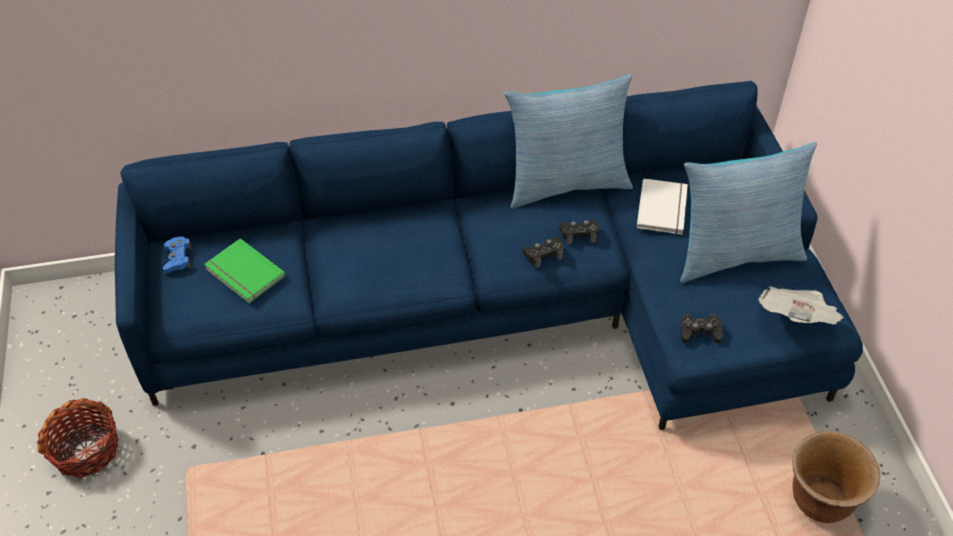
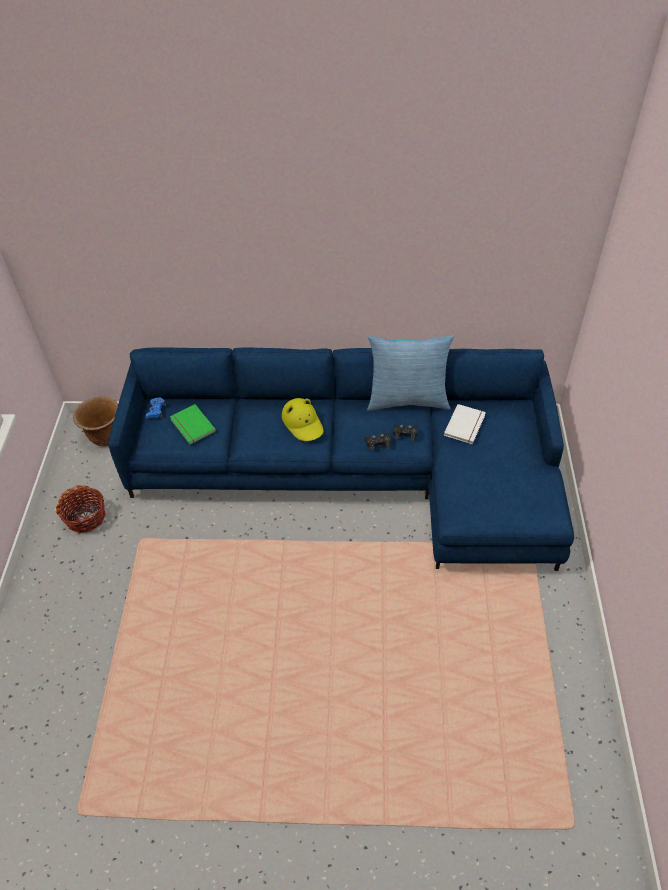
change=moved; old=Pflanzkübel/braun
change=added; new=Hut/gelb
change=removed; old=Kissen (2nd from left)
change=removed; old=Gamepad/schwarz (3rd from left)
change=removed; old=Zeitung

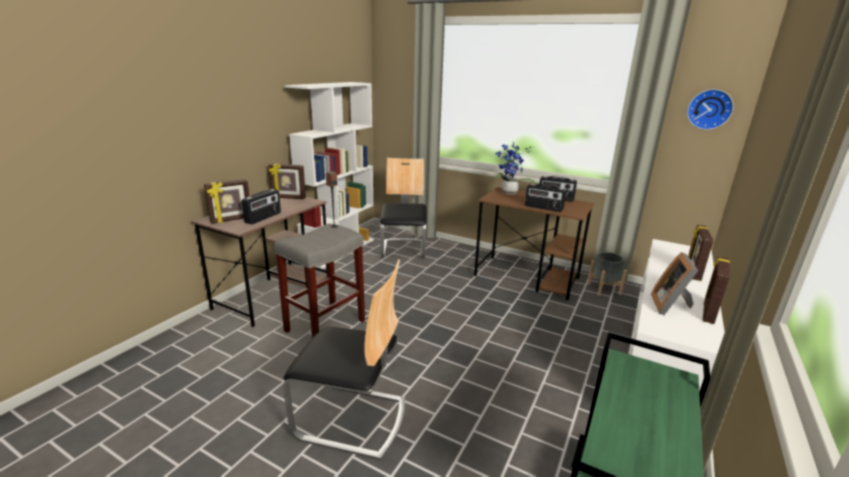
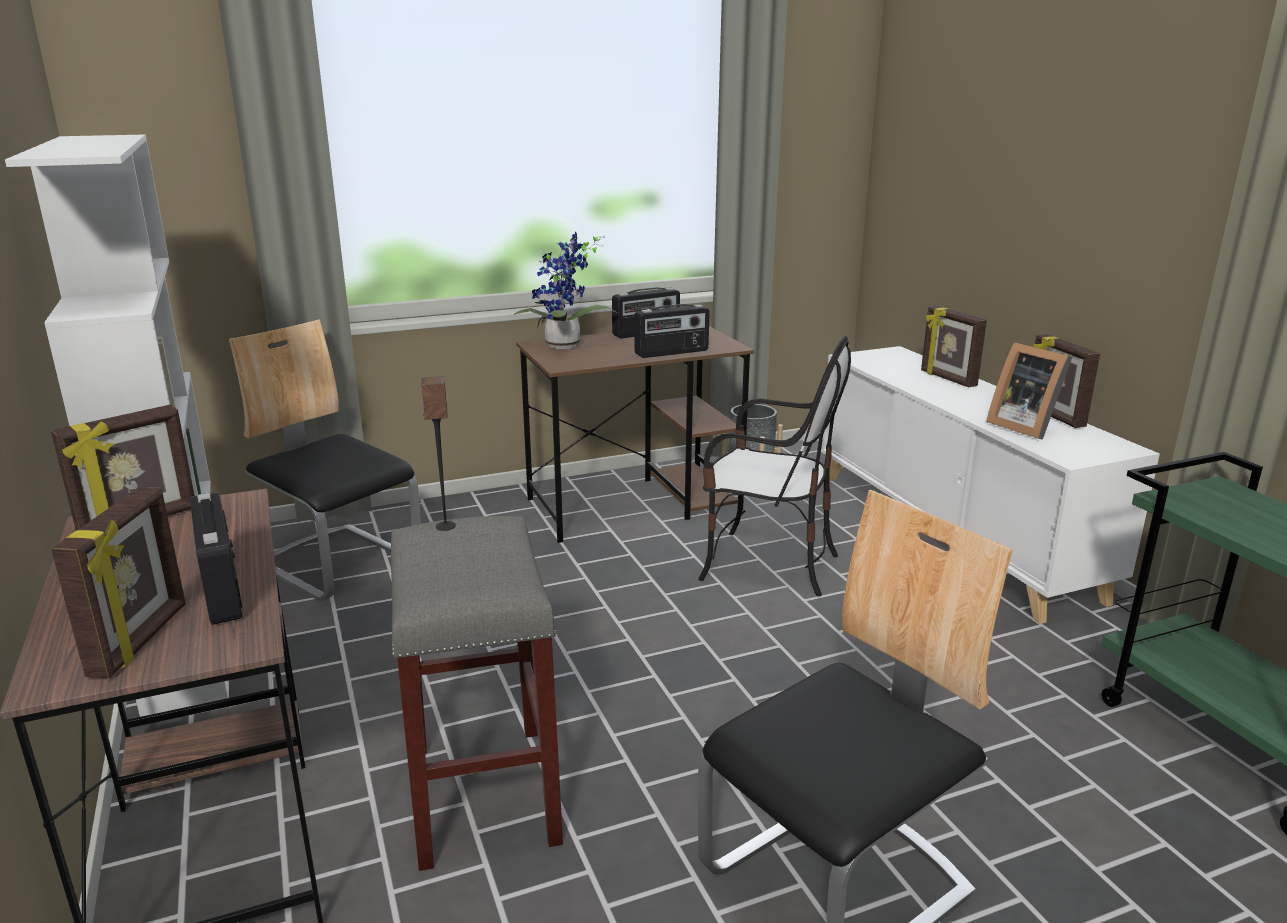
change=added; new=Stuhl (2nd from left)
change=removed; old=Wanduhr

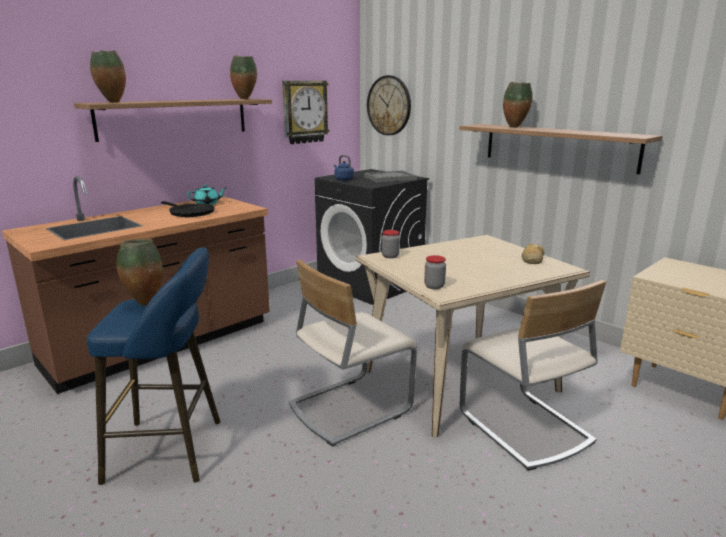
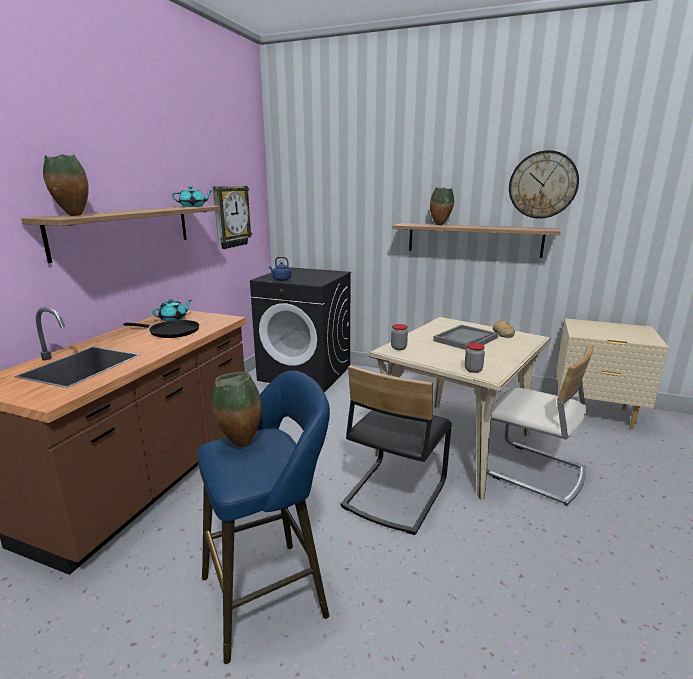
change=replaced; old=Vase (3rd from left); new=Teekanne/türkis (2nd from left)
change=recoloured; old=Stuhl/beige (1st from left); new=Stuhl/schwarz
change=moved; old=Tablett/grau
change=moved; old=Wanduhr (2nd from left)

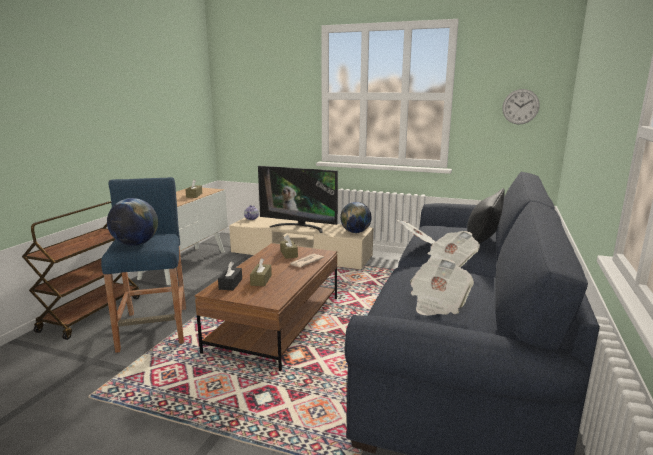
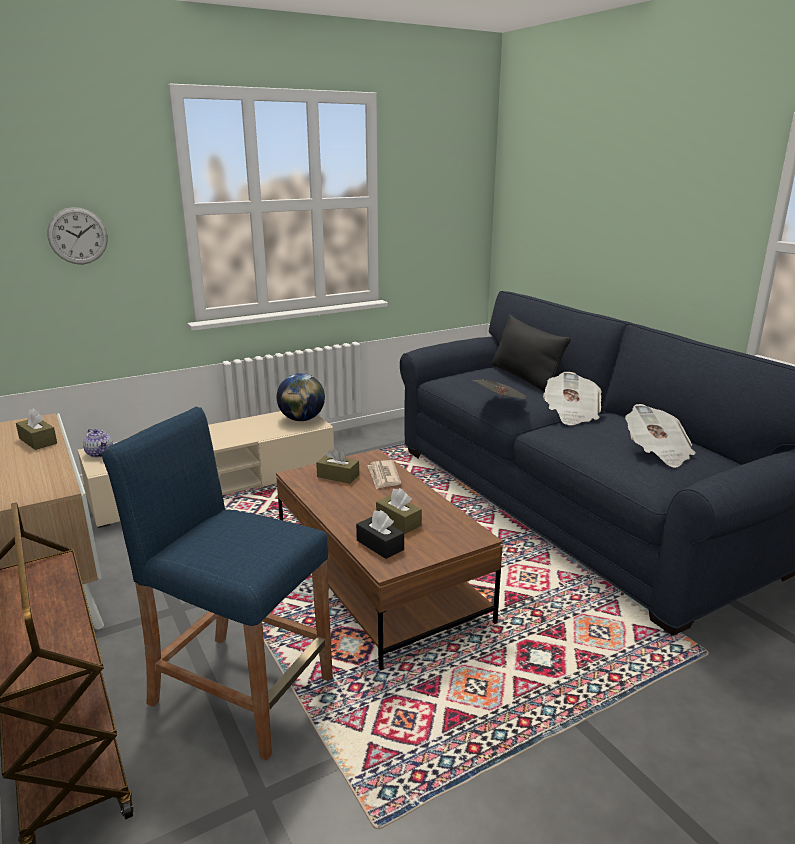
change=moved; old=Wanduhr
change=removed; old=Globus (1st from left)
change=removed; old=Fernseher

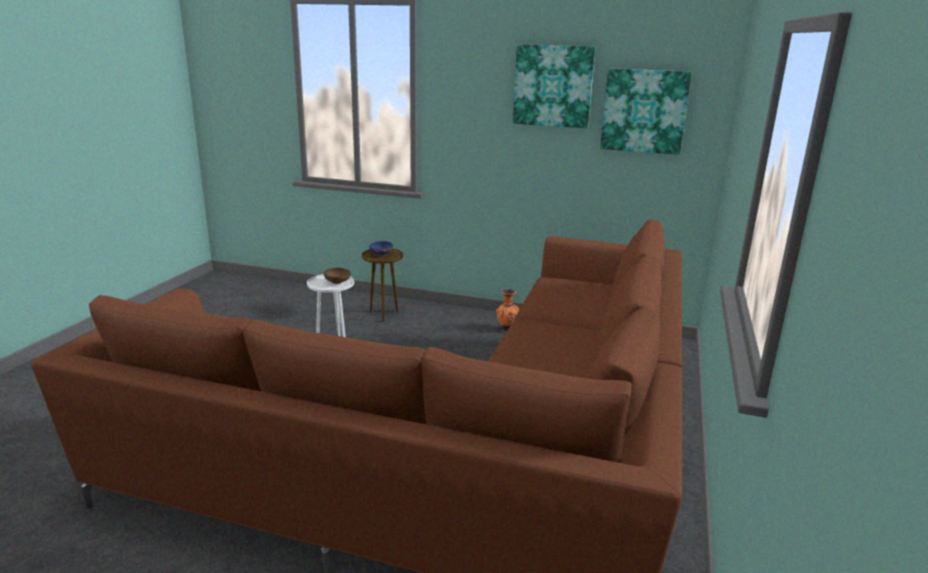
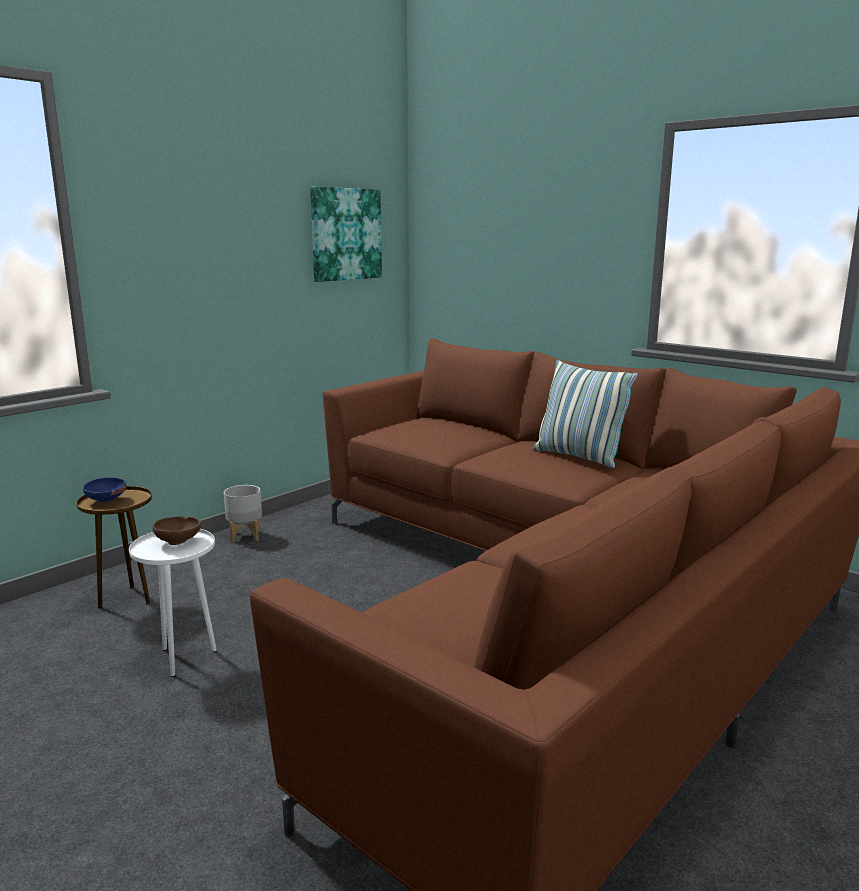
change=added; new=Pflanzkübel/grau
change=added; new=Kissen
change=removed; old=Vase/orange
change=removed; old=Bild (1st from left)

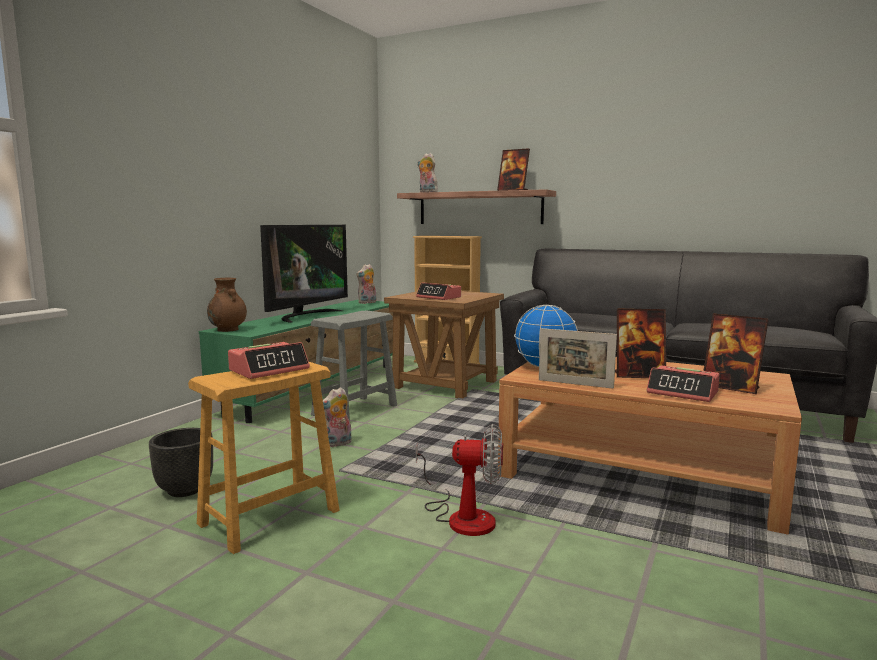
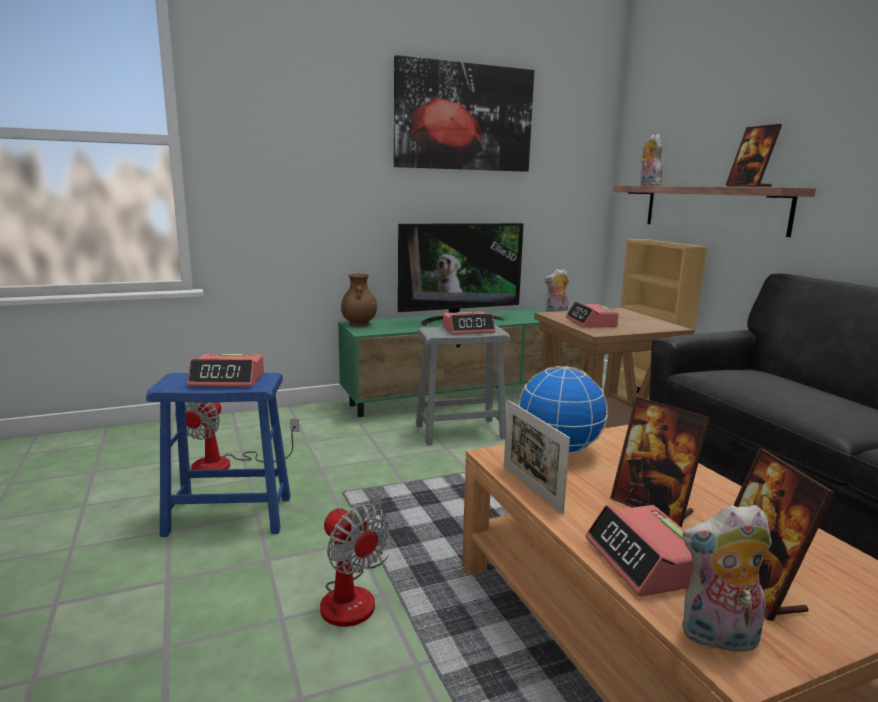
change=recoloured; old=Hocker/braun; new=Hocker/blau
change=replaced; old=Pflanzkübel/schwarz; new=Ventilator (1st from left)
change=added; new=Bild
change=added; new=Wecker (2nd from left)
change=moved; old=Plüschtier (1st from left in the first image); new=Plüschtier (3rd from left)

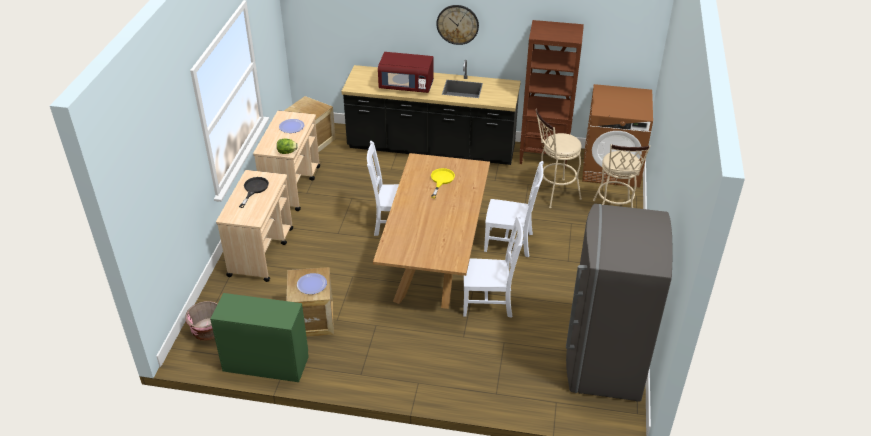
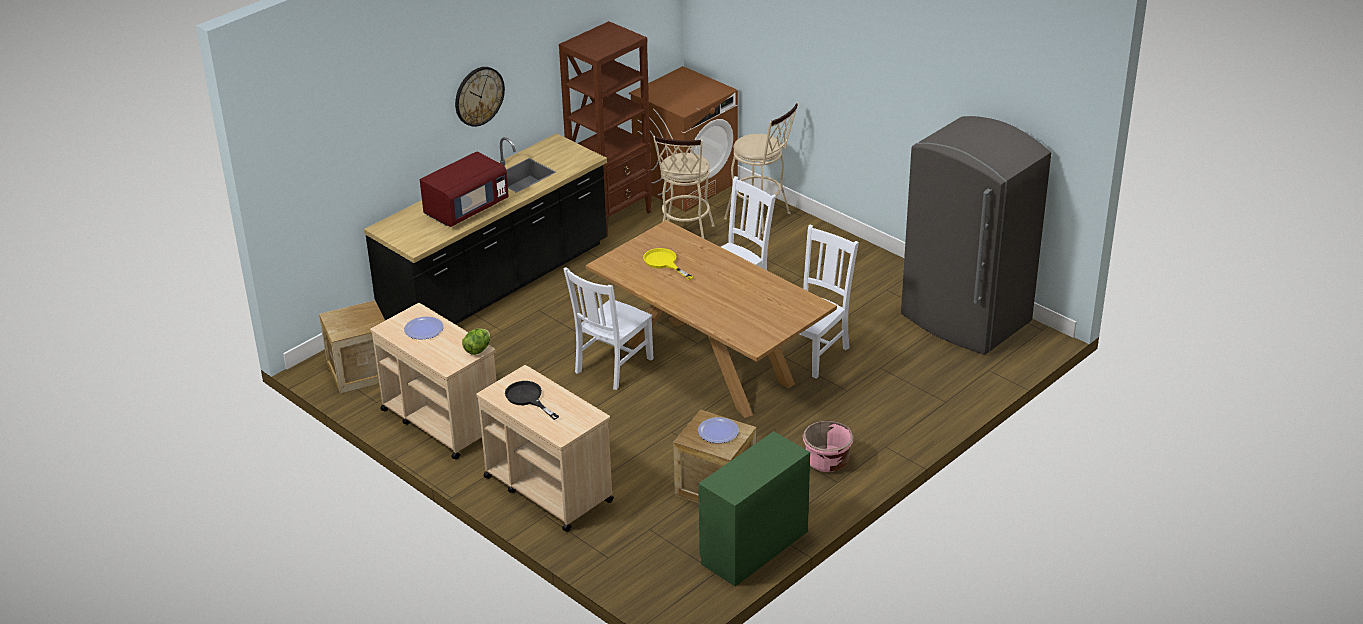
change=moved; old=Pflanzkübel/rosa

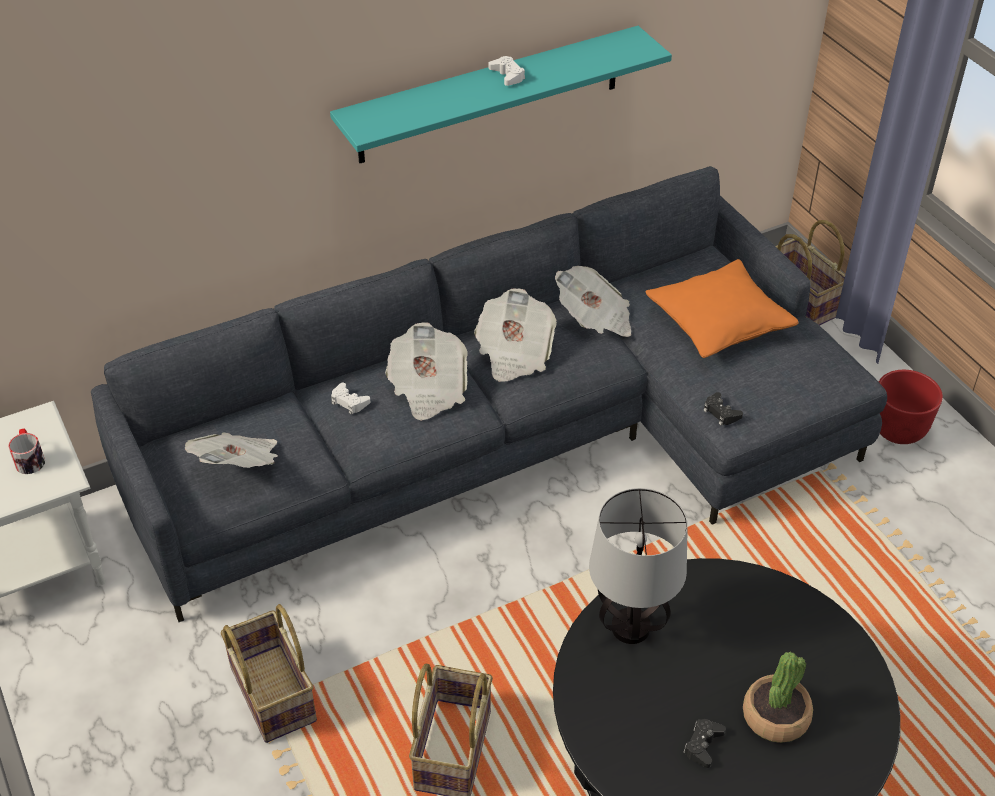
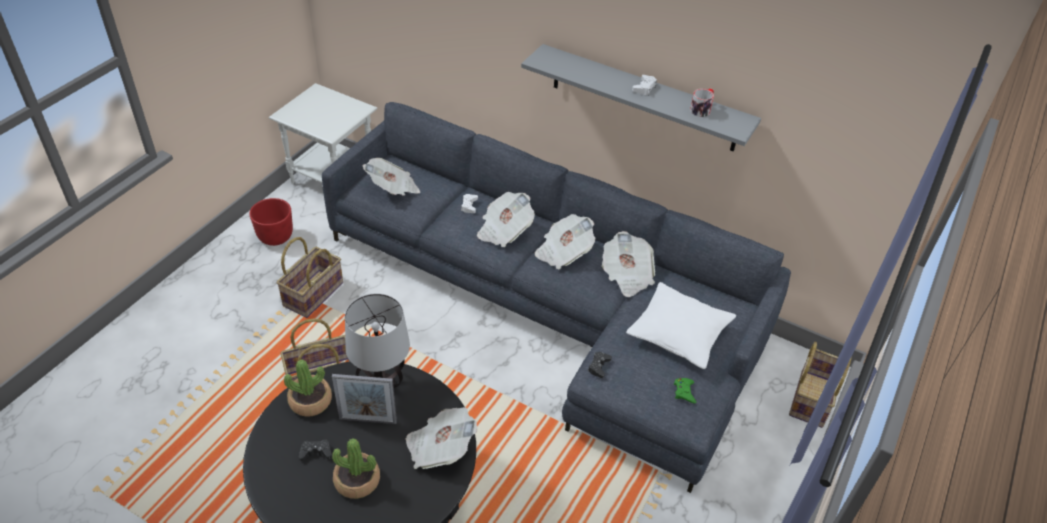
change=moved; old=Pflanzkübel/rot
change=added; new=Topfpflanze (1st from left)
change=added; new=Bilderrahmen
change=added; new=Zeitung (2nd from left)
change=recoloured; old=Wandregal/türkis; new=Wandregal/grau
change=recoloured; old=Kissen/orange; new=Kissen/weiß
change=added; new=Gamepad/grün
change=moved; old=Henkelbecher

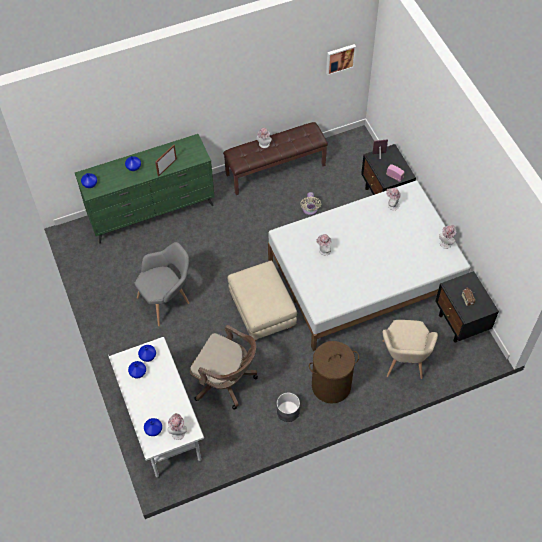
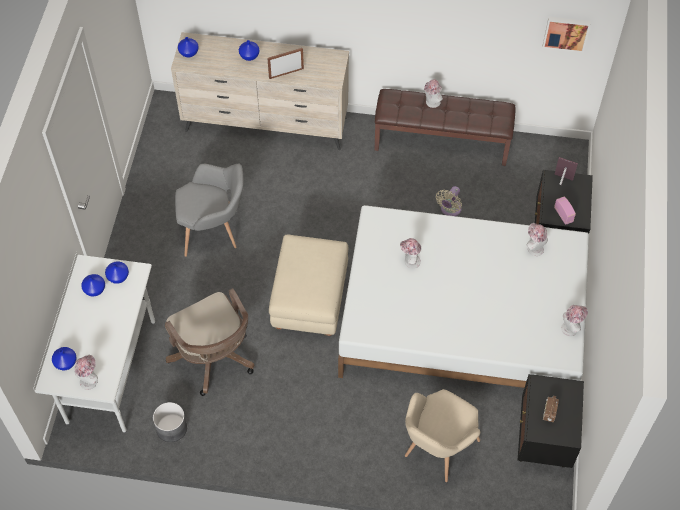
change=moved; old=Pflanzkübel/grau
change=recoloured; old=Kommode/grün; new=Kommode/beige
change=removed; old=Wäschekorb/braun

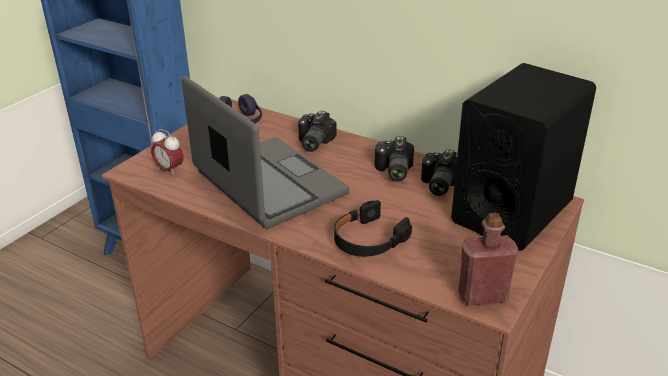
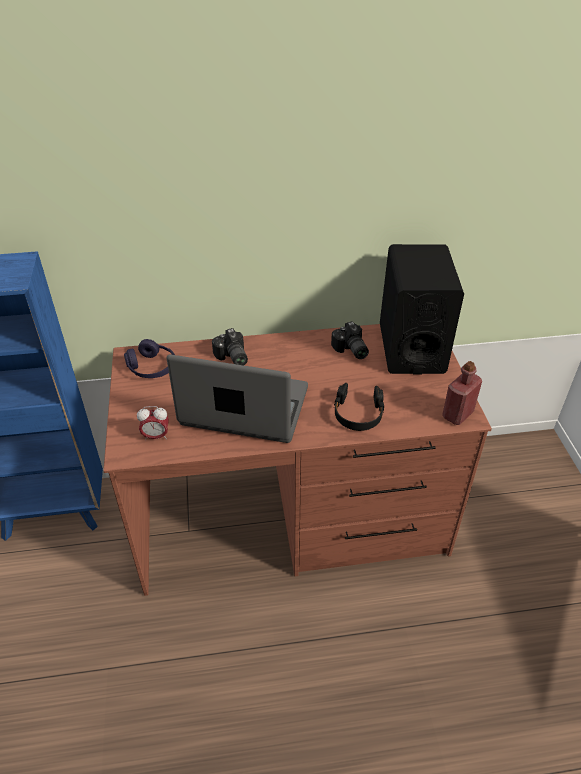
change=removed; old=Kamera (2nd from left)

